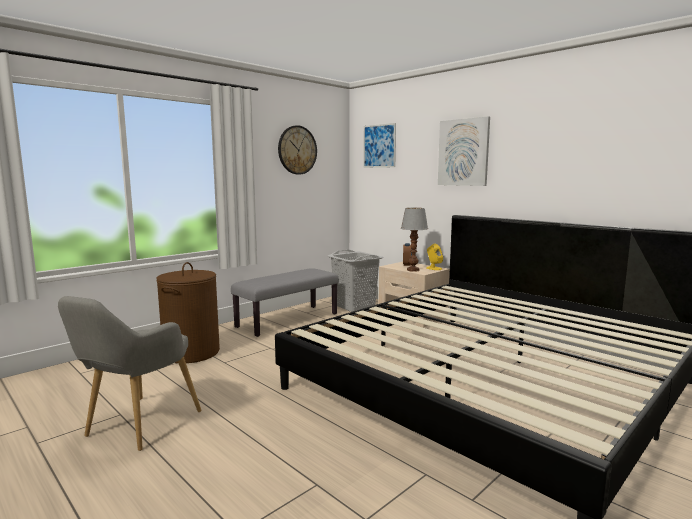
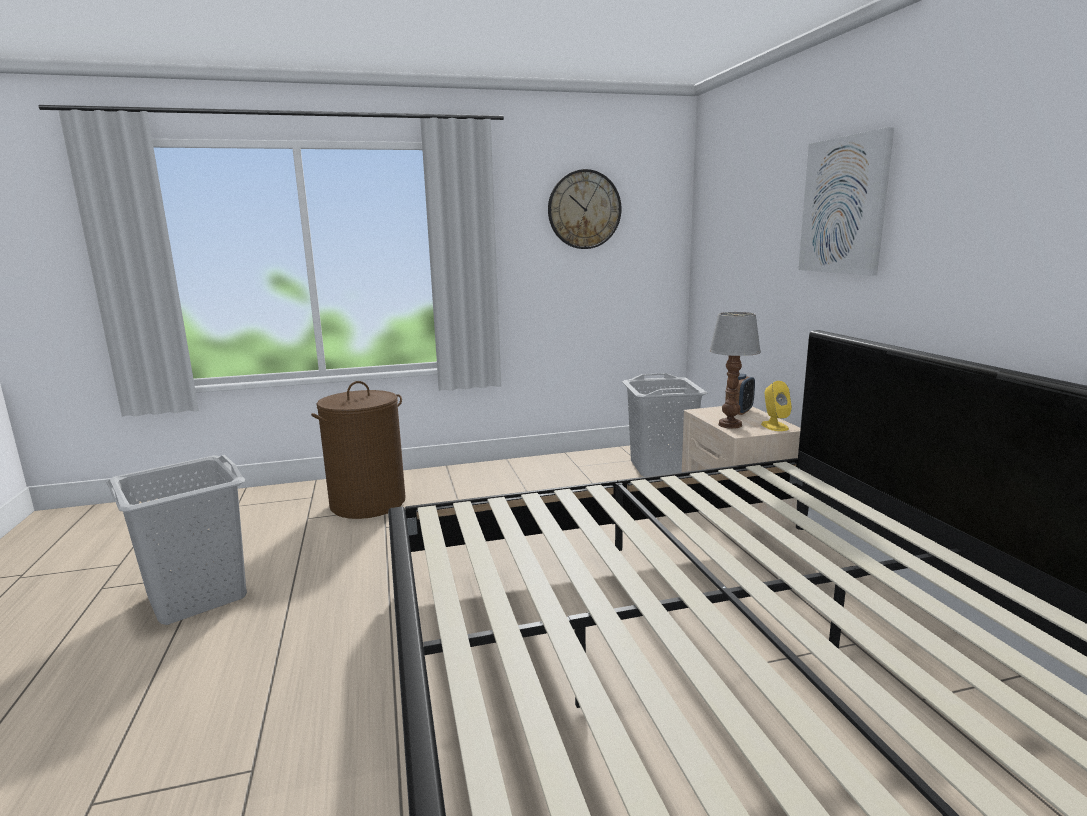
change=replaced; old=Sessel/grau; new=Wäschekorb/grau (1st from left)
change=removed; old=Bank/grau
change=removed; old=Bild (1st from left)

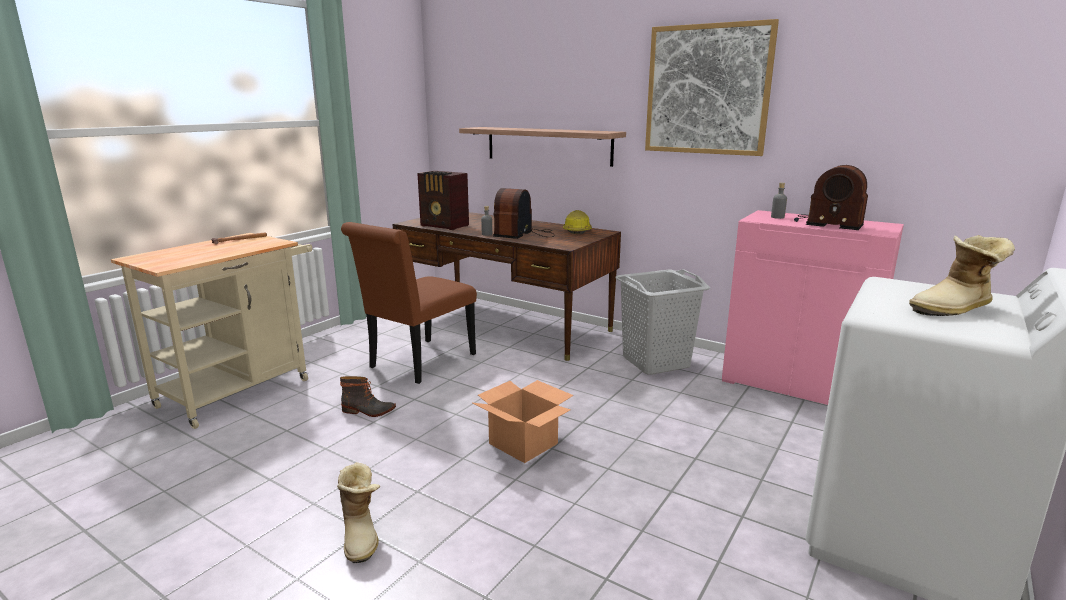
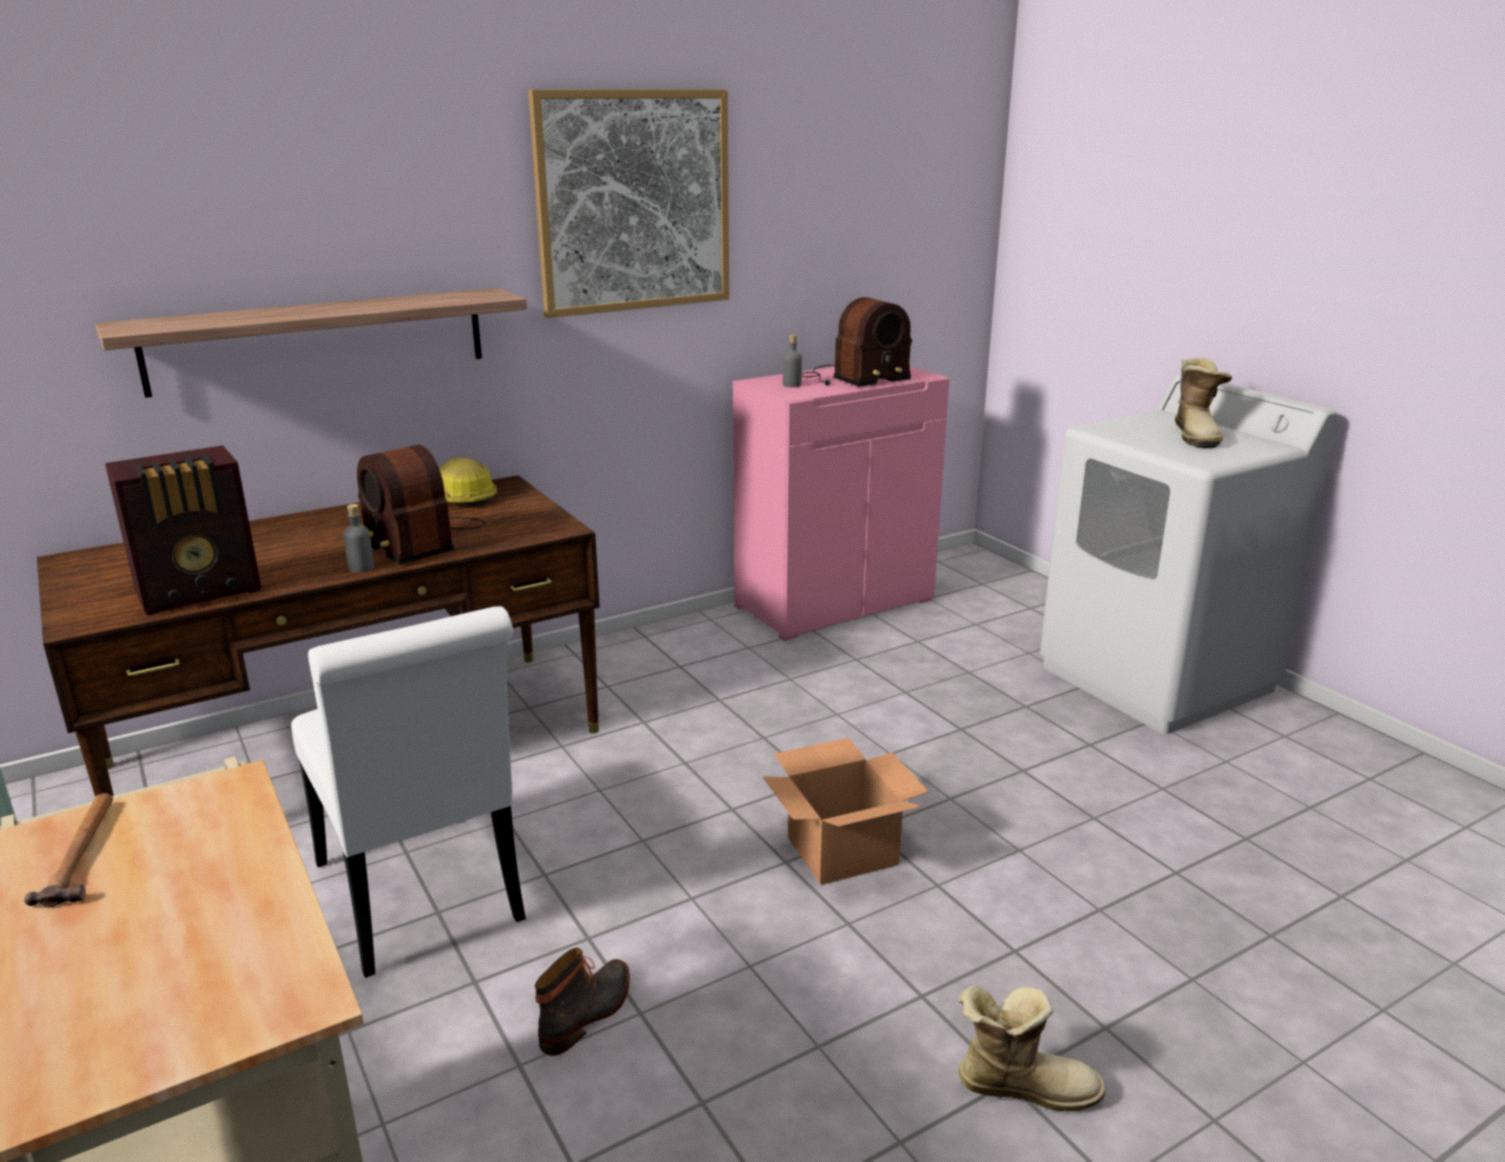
change=recoloured; old=Stuhl/braun; new=Stuhl/weiß
change=removed; old=Wäschekorb/grau

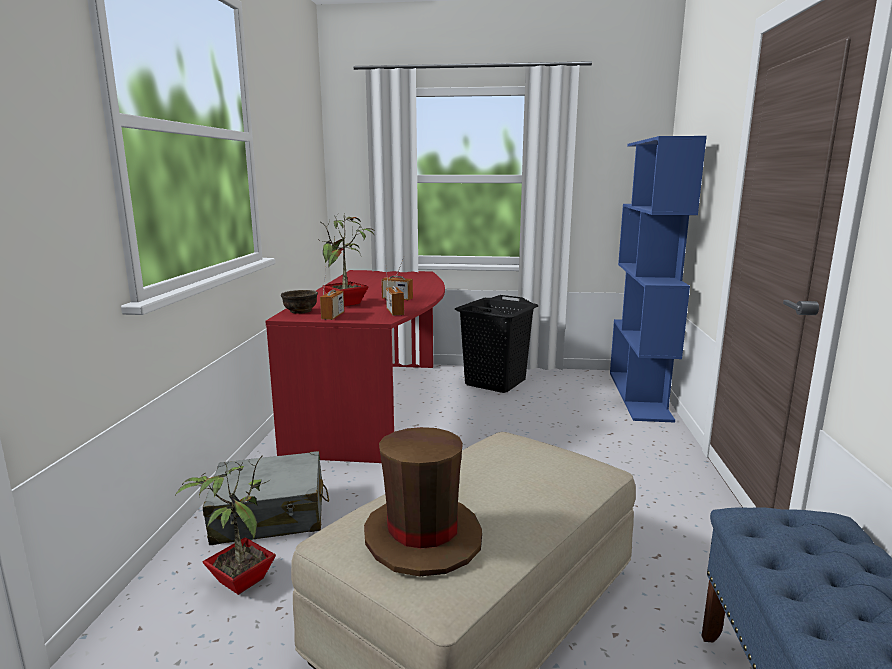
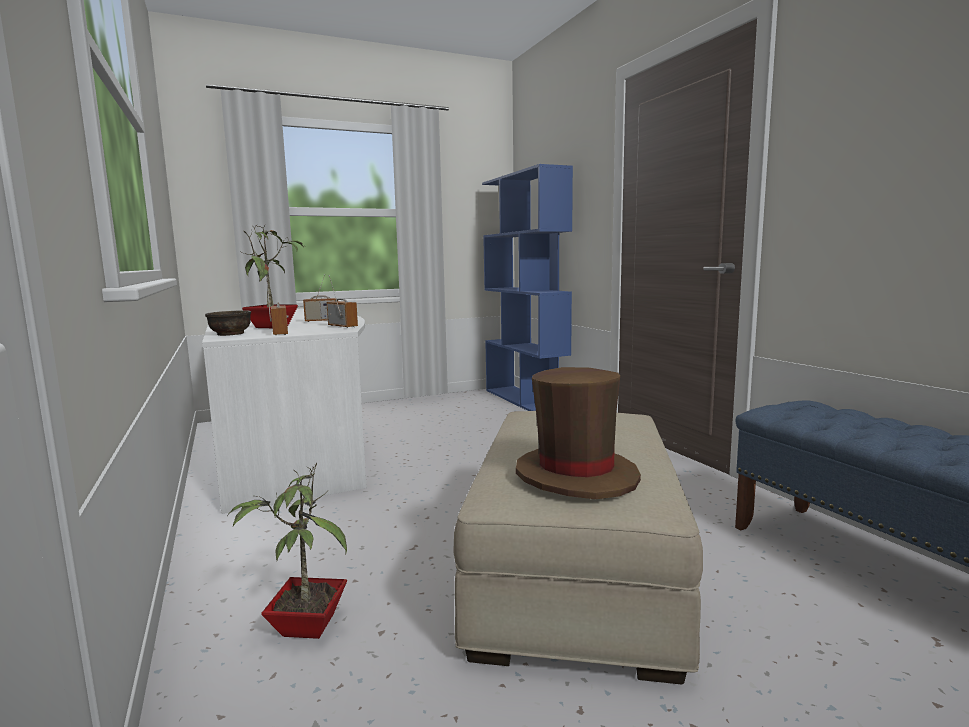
change=recoloured; old=Schreibtisch/rot; new=Schreibtisch/weiß
change=removed; old=Koffer/grau
change=removed; old=Wäschekorb/schwarz

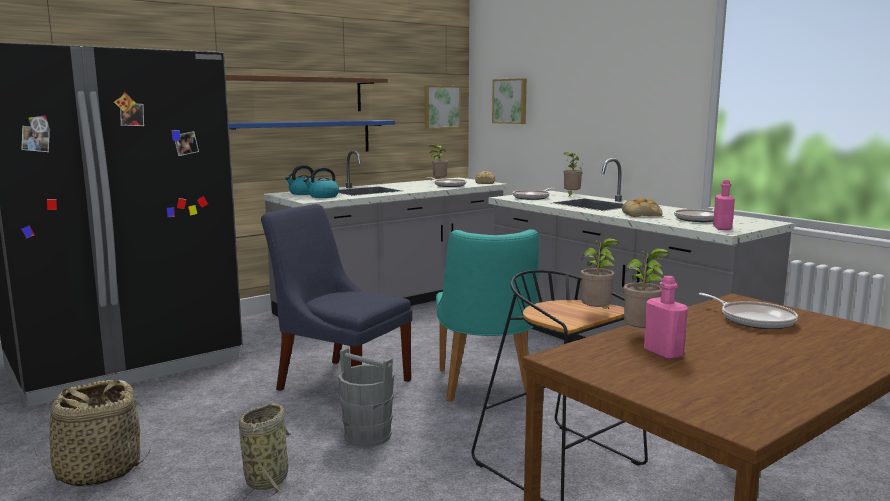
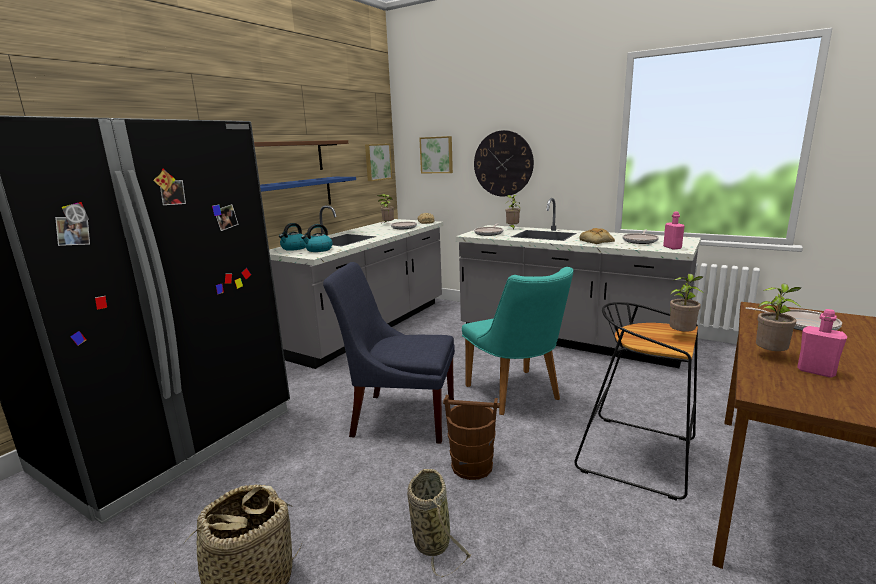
change=recoloured; old=Eimer/grau; new=Eimer/braun
change=added; new=Wanduhr

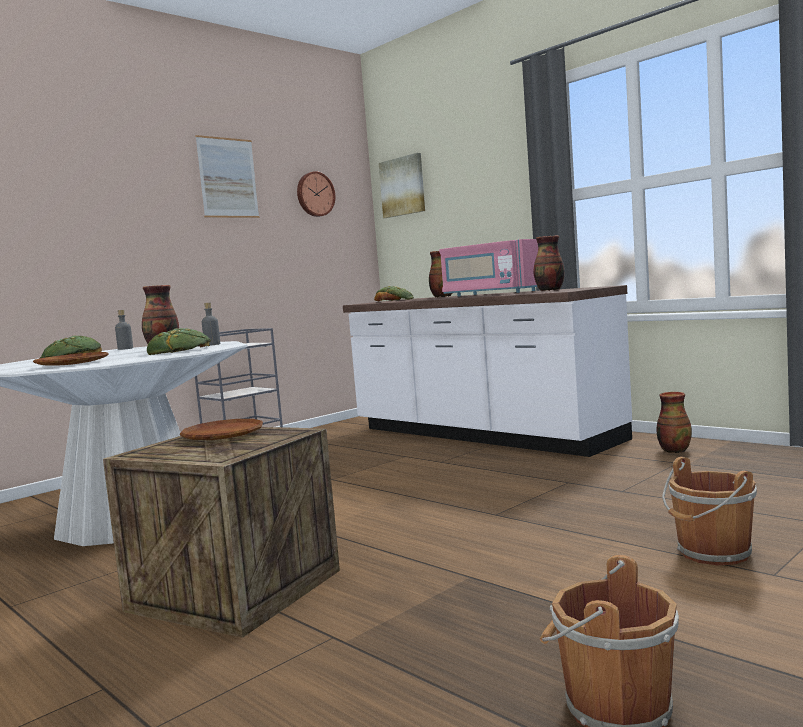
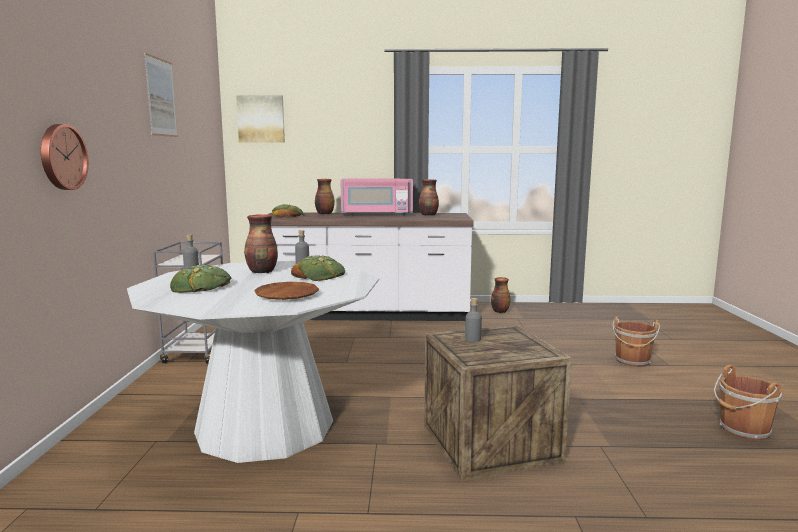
change=moved; old=Wanduhr
change=replaced; old=Teller/braun (2nd from left); new=Flasche/grau (3rd from left)

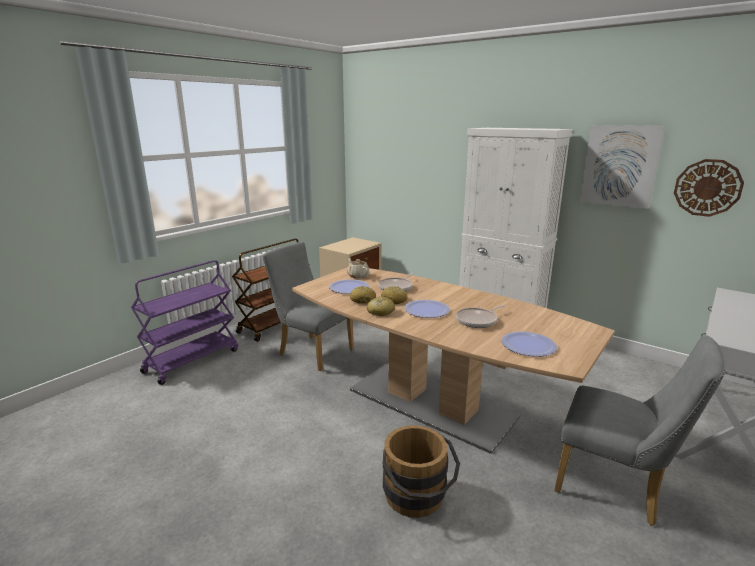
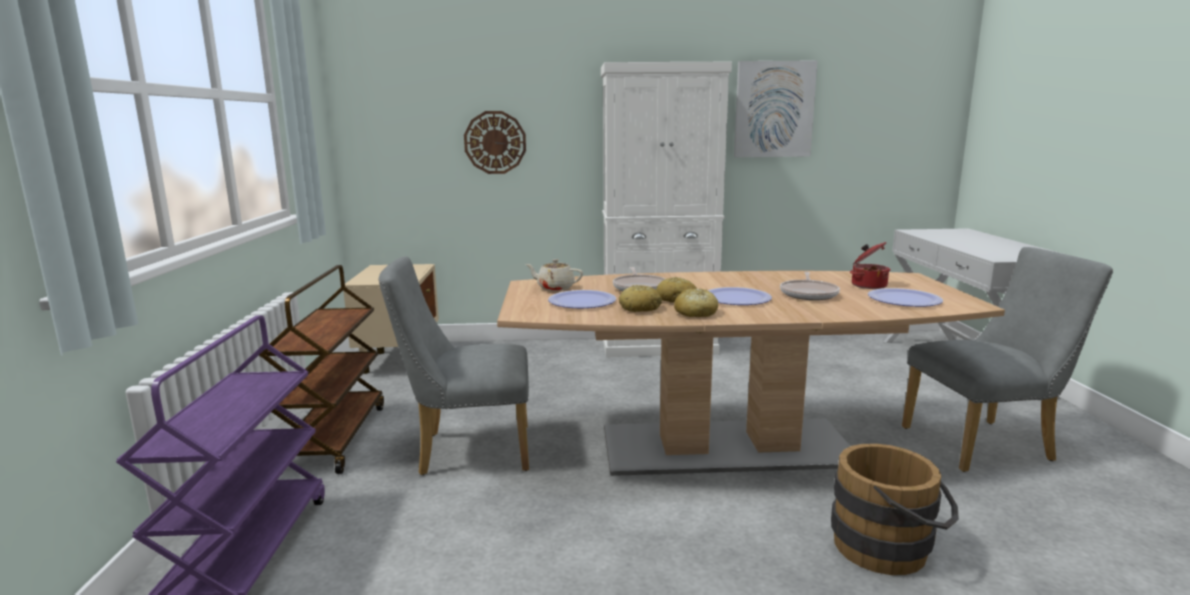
change=moved; old=Wanduhr
change=added; new=Kochtopf

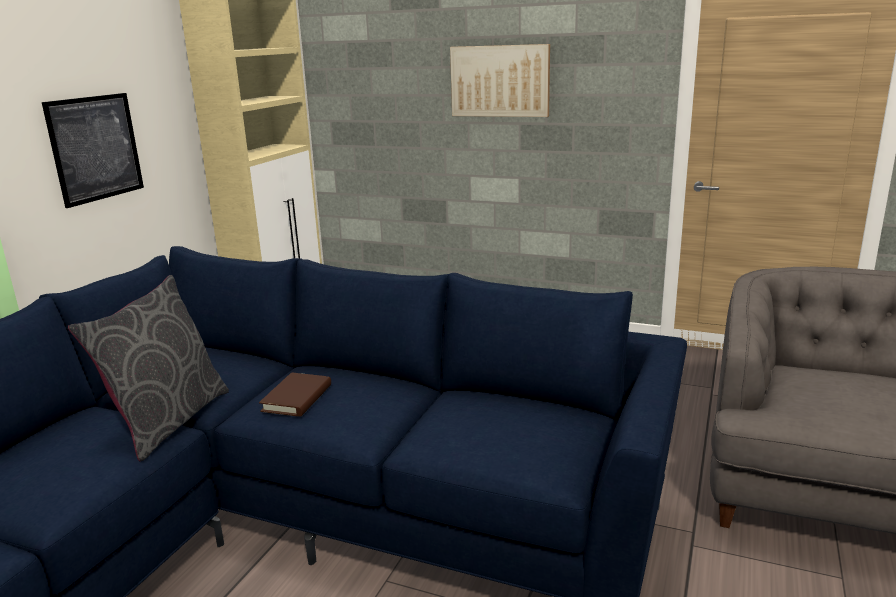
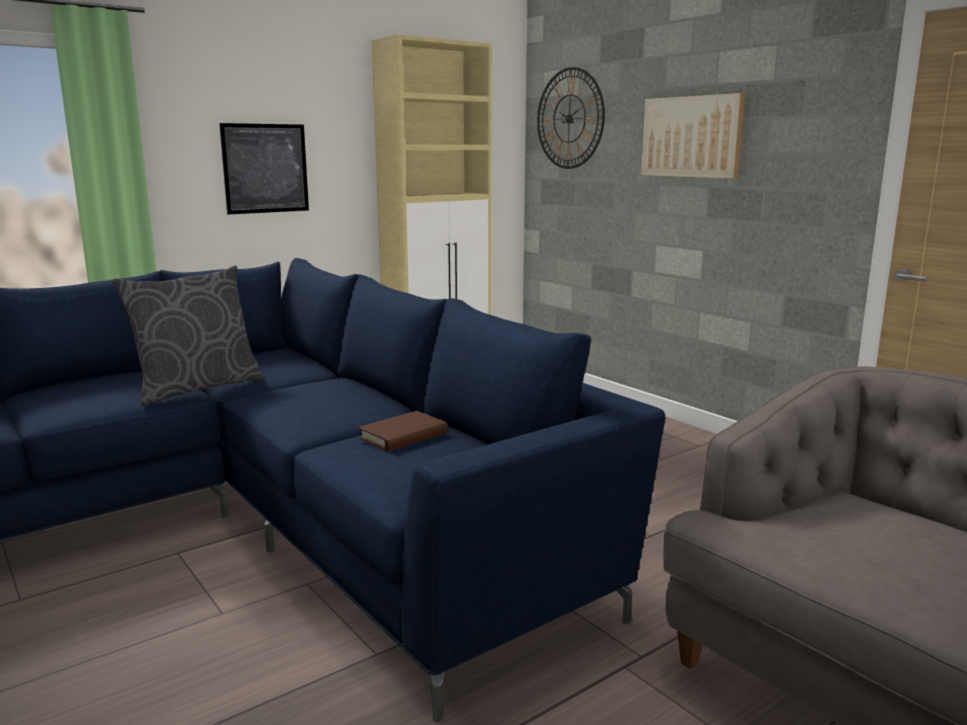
change=moved; old=Buch/braun
change=added; new=Wanduhr

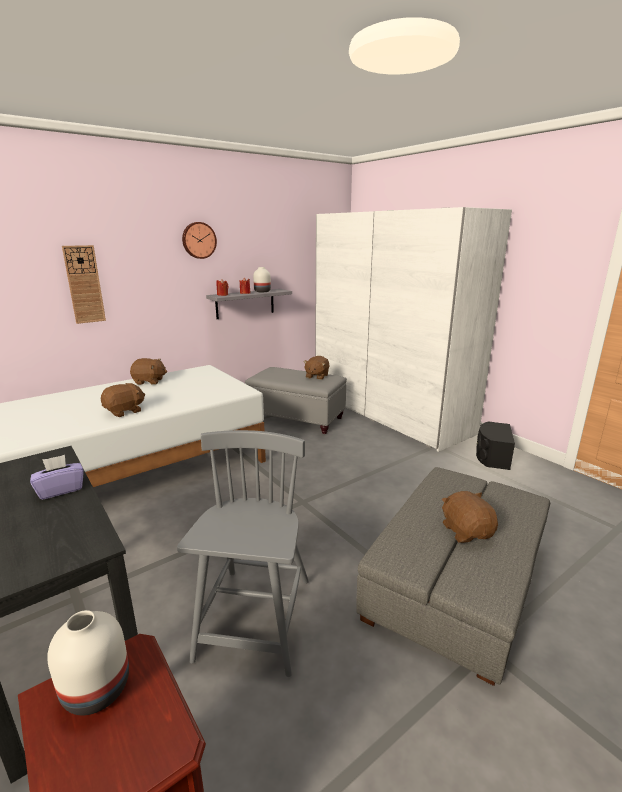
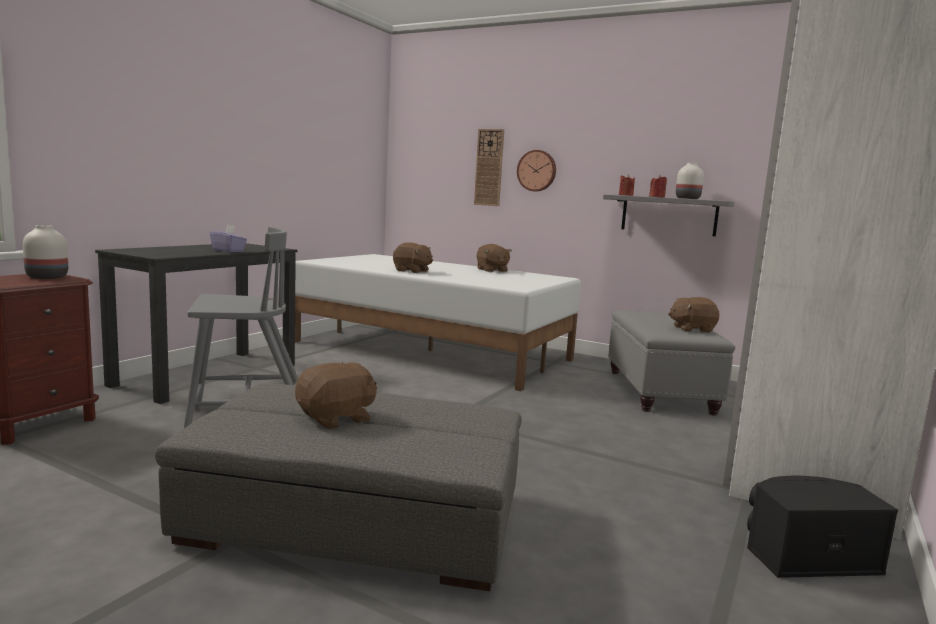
change=moved; old=Wanduhr (2nd from left)

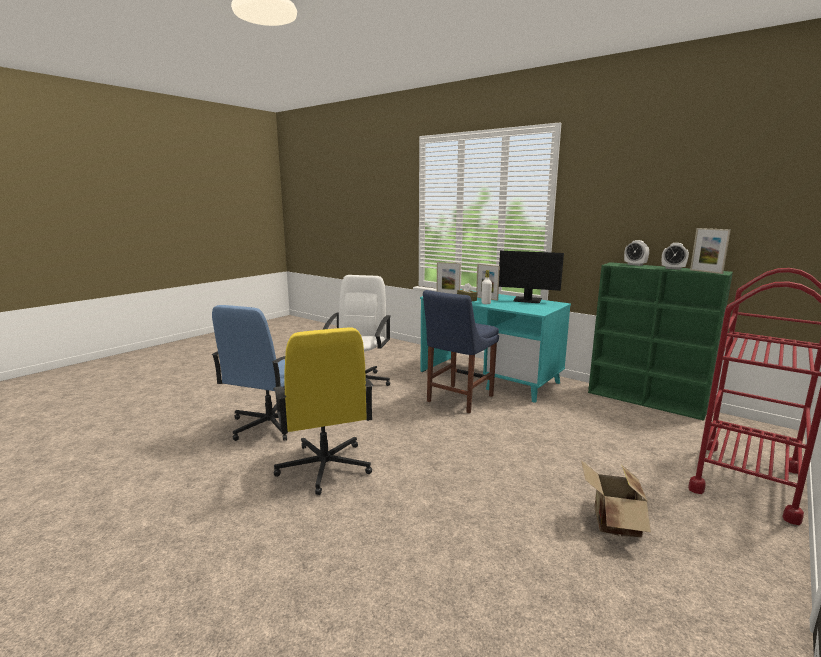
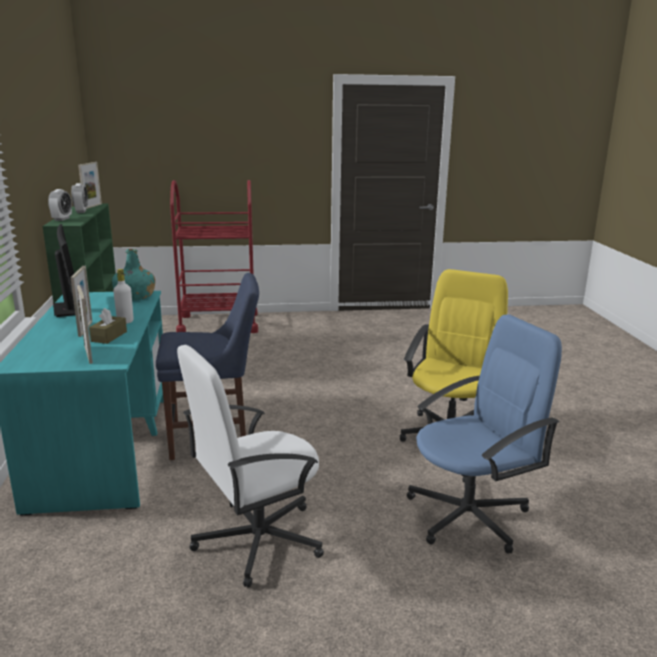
change=added; new=Flasche/türkis
change=removed; old=Karton

